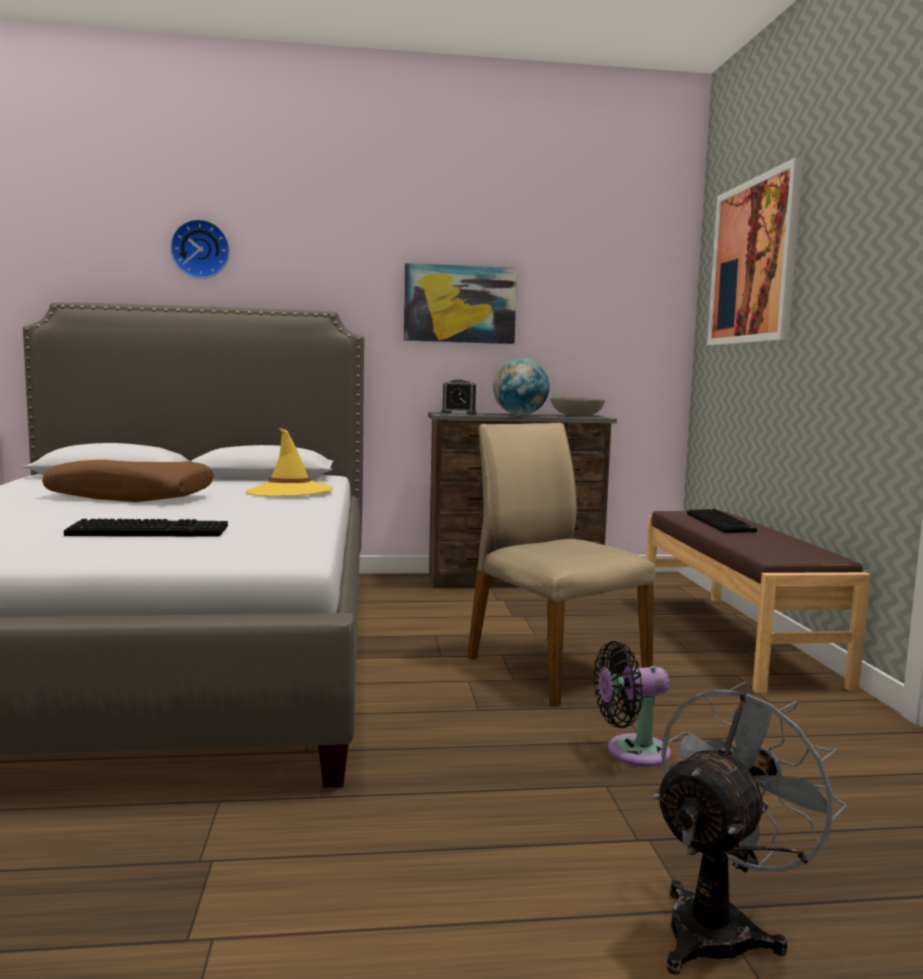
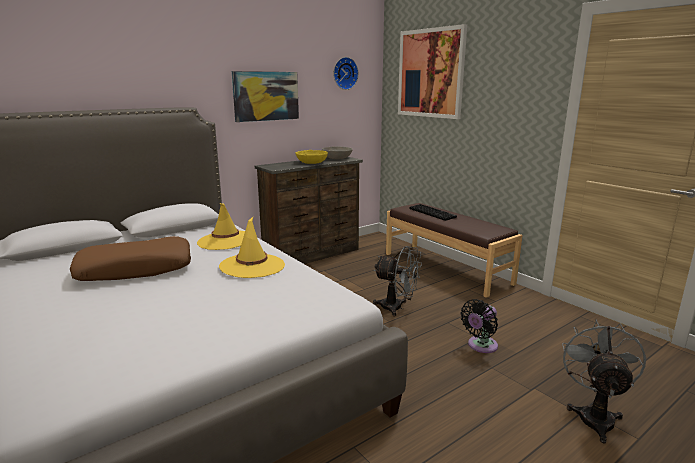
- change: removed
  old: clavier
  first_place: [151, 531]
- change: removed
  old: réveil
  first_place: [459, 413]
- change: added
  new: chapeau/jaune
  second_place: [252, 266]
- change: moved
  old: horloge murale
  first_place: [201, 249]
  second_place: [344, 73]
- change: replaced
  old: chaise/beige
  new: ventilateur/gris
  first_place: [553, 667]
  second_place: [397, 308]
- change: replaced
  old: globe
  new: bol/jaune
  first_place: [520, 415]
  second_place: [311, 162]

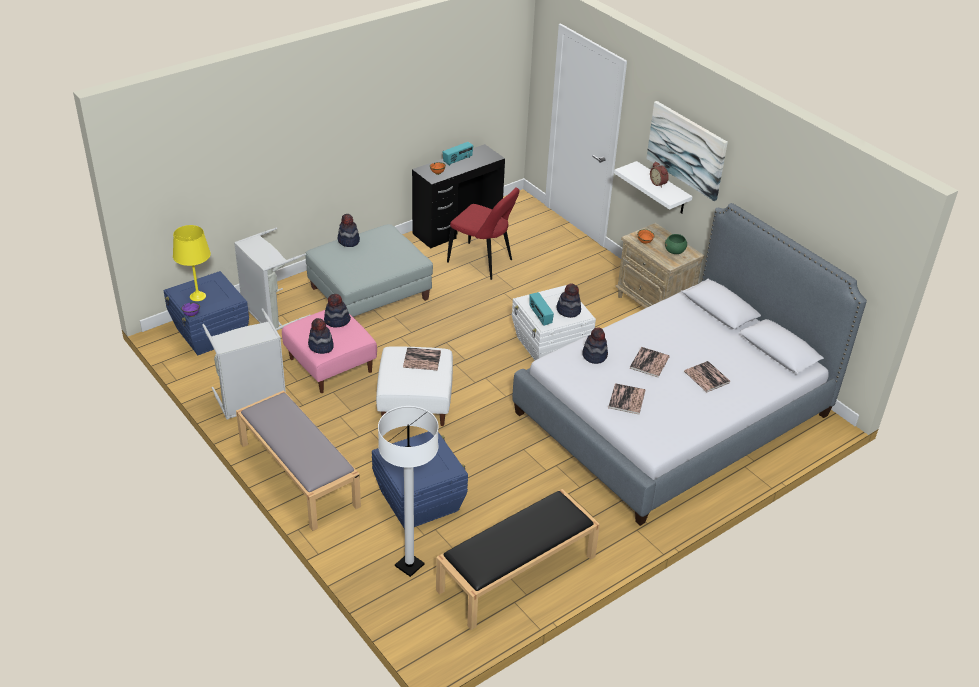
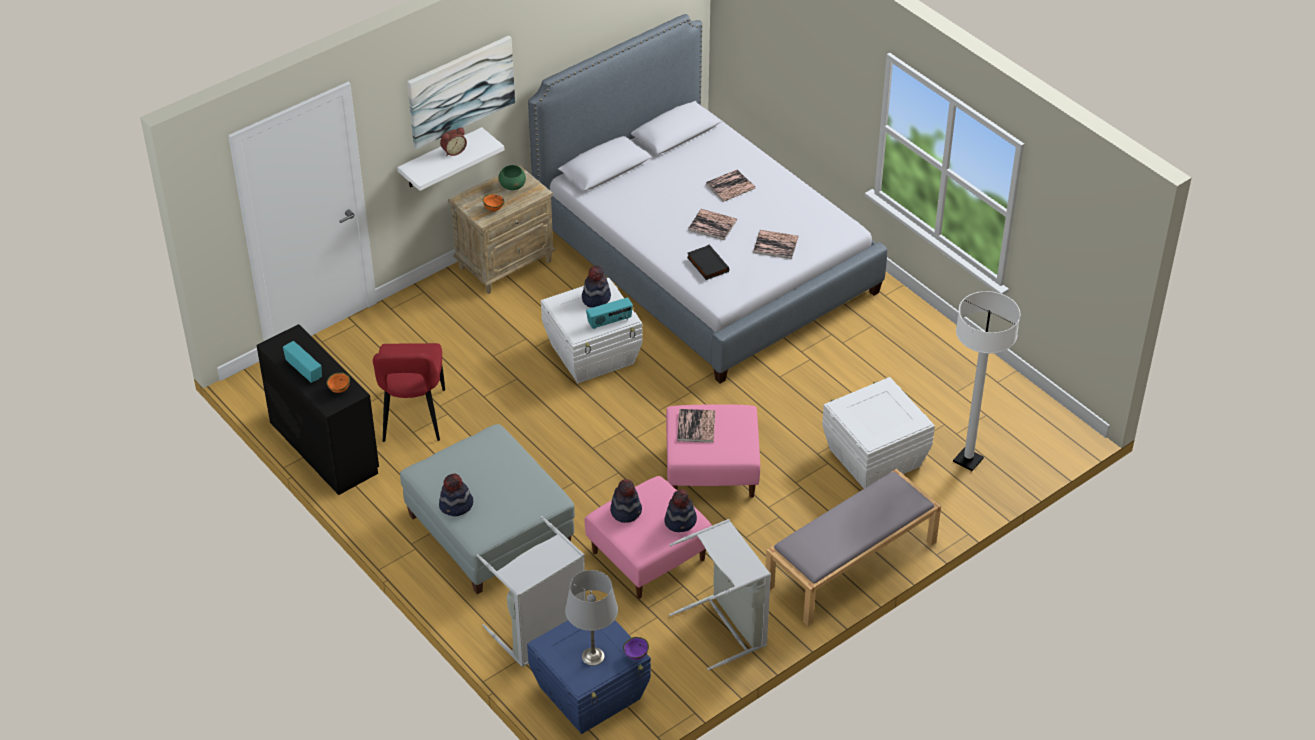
- change: removed
  old: banc/noir
  first_place: [516, 574]
- change: replaced
  old: chapeau
  new: livre/noir
  first_place: [594, 355]
  second_place: [706, 264]
- change: recoloured
  old: lampe de table/jaune
  new: lampe de table/gris
  first_place: [198, 296]
  second_place: [592, 656]
- change: recoloured
  old: boîte de rangement/bleu
  new: boîte de rangement/blanc
  first_place: [419, 500]
  second_place: [873, 457]
- change: recoloured
  old: pouf/blanc
  new: pouf/rose
  first_place: [414, 402]
  second_place: [711, 471]
- change: turned
  old: chaise/rouge
  first_place: [482, 262]
  second_place: [413, 418]
  degrees: 150

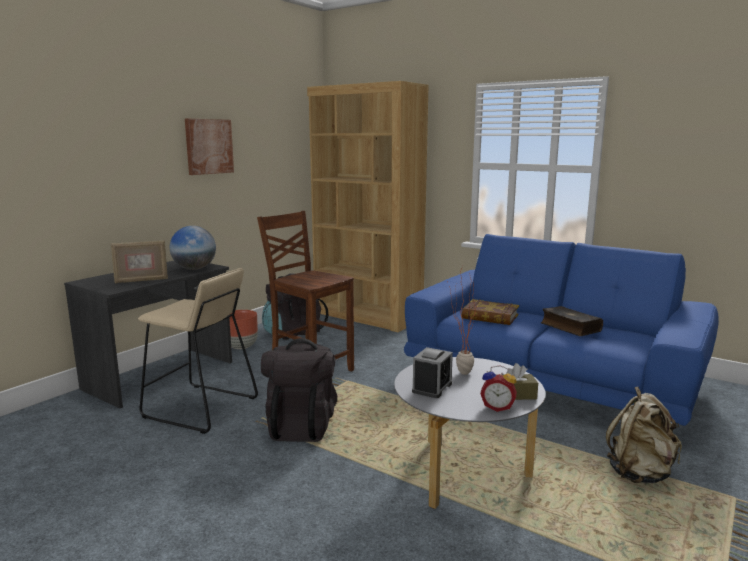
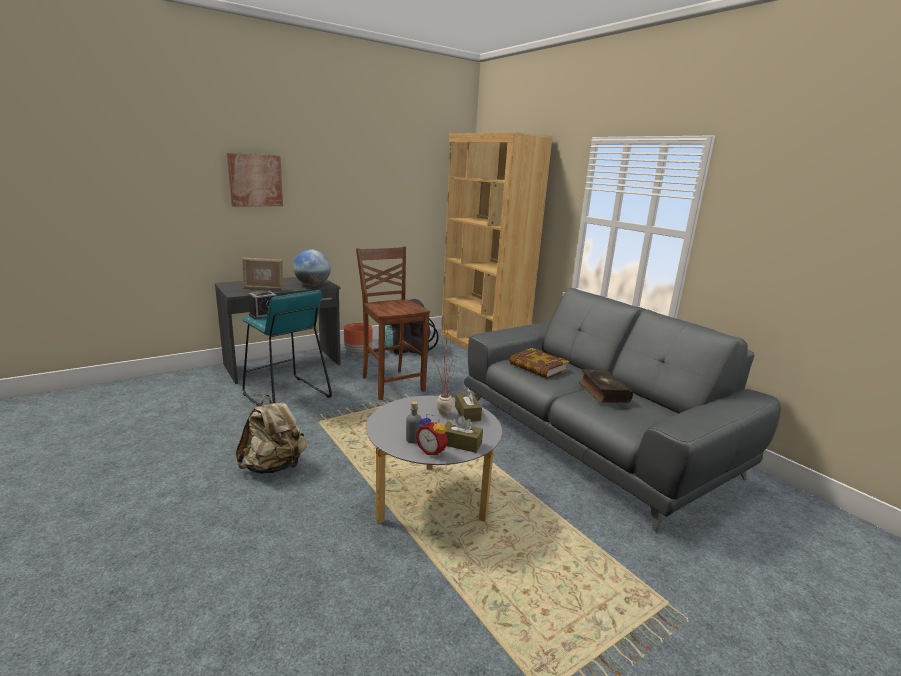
- change: removed
  old: sac à dos/noir
  first_place: [301, 425]
- change: added
  new: bouteille/gris
  second_place: [413, 439]
- change: added
  new: boîte à mouchoirs/marron
  second_place: [467, 413]
- change: moved
  old: tableau
  first_place: [209, 146]
  second_place: [255, 180]
- change: moved
  old: réveil
  first_place: [432, 387]
  second_place: [264, 315]
- change: moved
  old: sac à dos/beige
  first_place: [640, 473]
  second_place: [274, 466]
- change: recoloured
  old: tabouret/beige
  new: tabouret/turquoise
  first_place: [200, 408]
  second_place: [286, 396]
- change: recoloured
  old: canapé/bleu
  new: canapé/gris
  first_place: [551, 380]
  second_place: [593, 439]

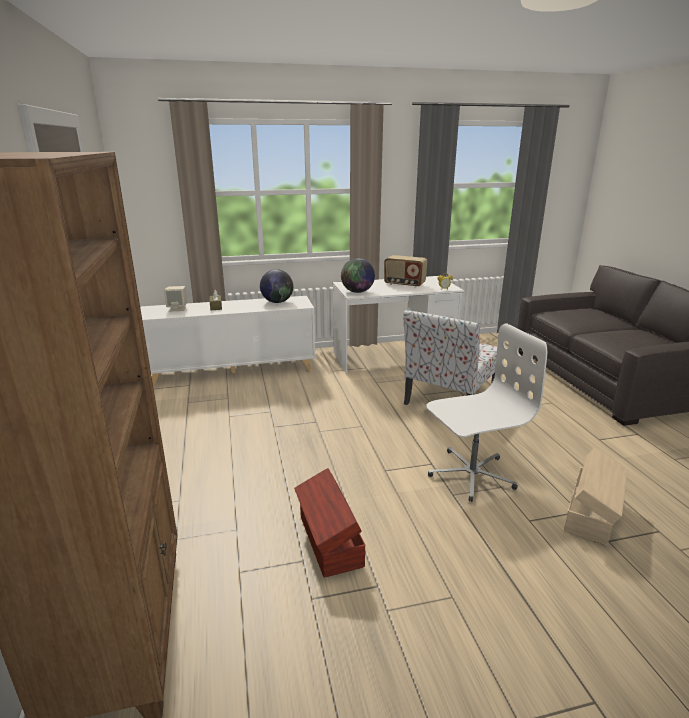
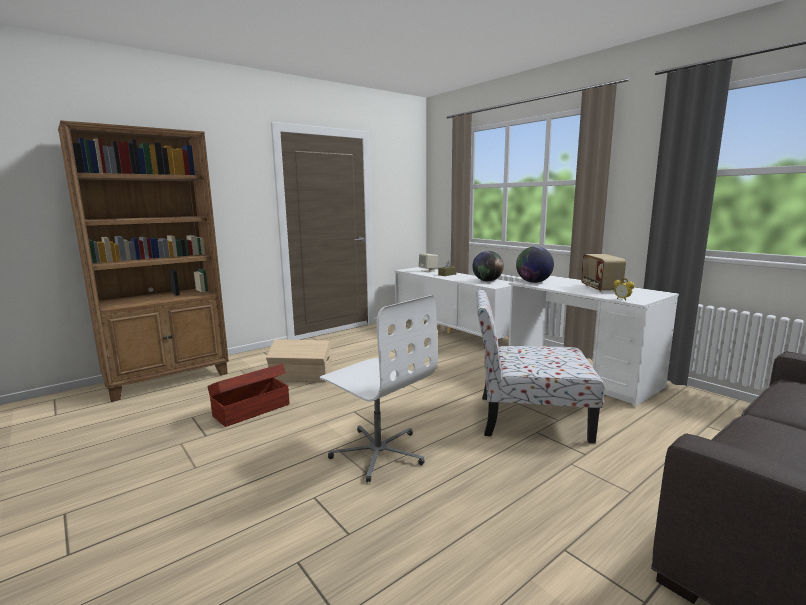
- change: moved
  old: boîte de rangement/beige
  first_place: [592, 514]
  second_place: [301, 377]

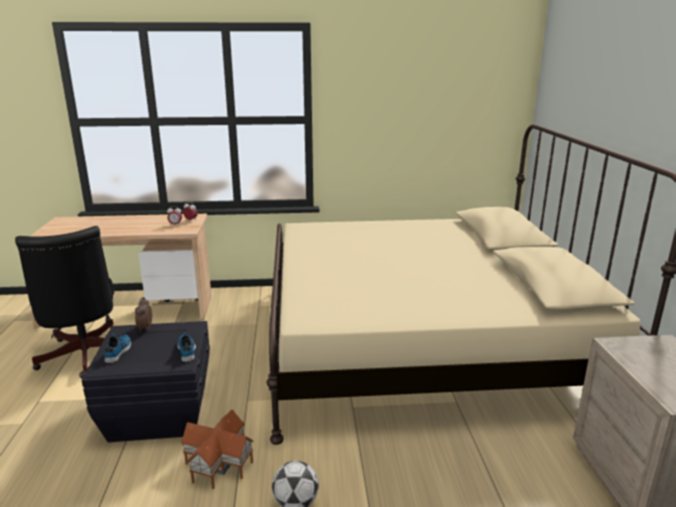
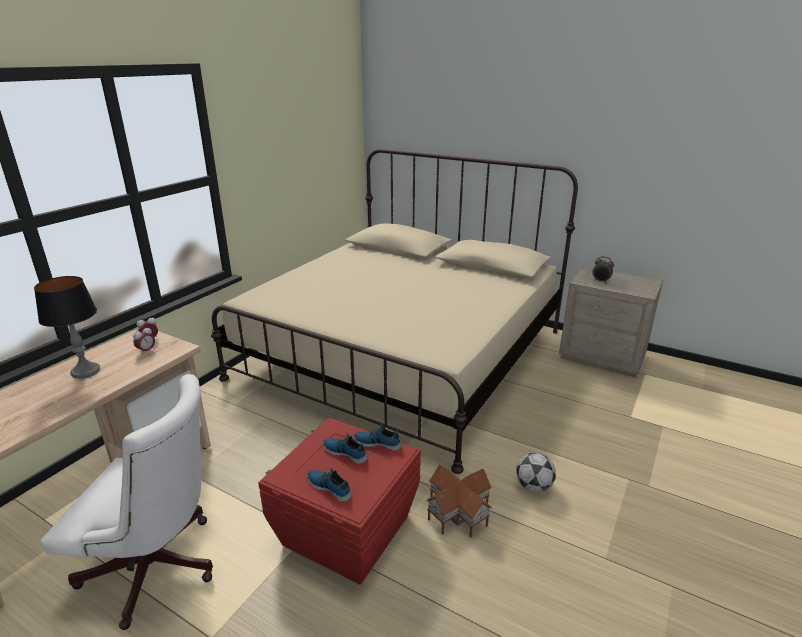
- change: added
  new: lampe de table
  second_place: [85, 371]
- change: added
  new: chaussure
  second_place: [345, 452]
- change: moved
  old: réveil
  first_place: [145, 328]
  second_place: [600, 281]
- change: recoloured
  old: chaise de bureau/noir
  new: chaise de bureau/blanc
  first_place: [84, 357]
  second_place: [159, 569]
- change: recoloured
  old: boîte de rangement/noir
  new: boîte de rangement/rouge
  first_place: [158, 411]
  second_place: [345, 531]

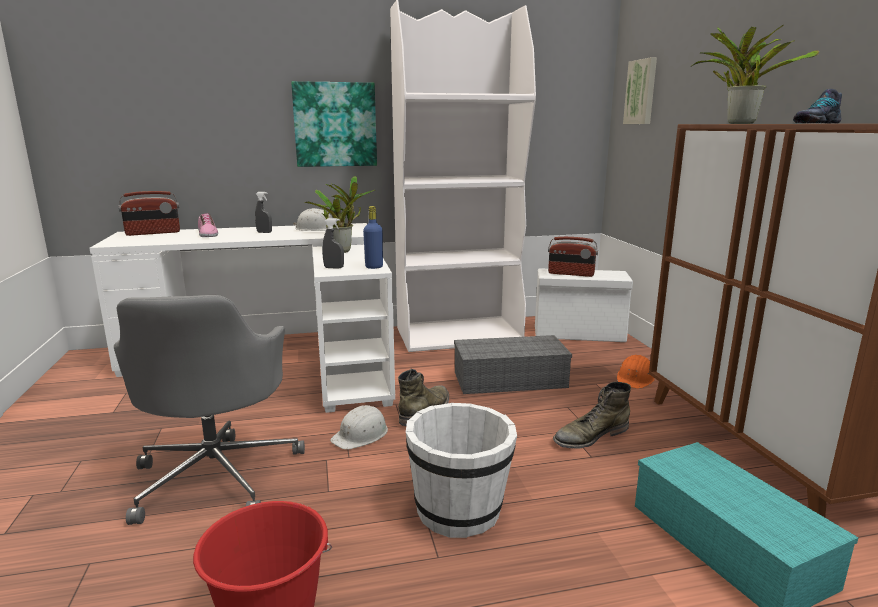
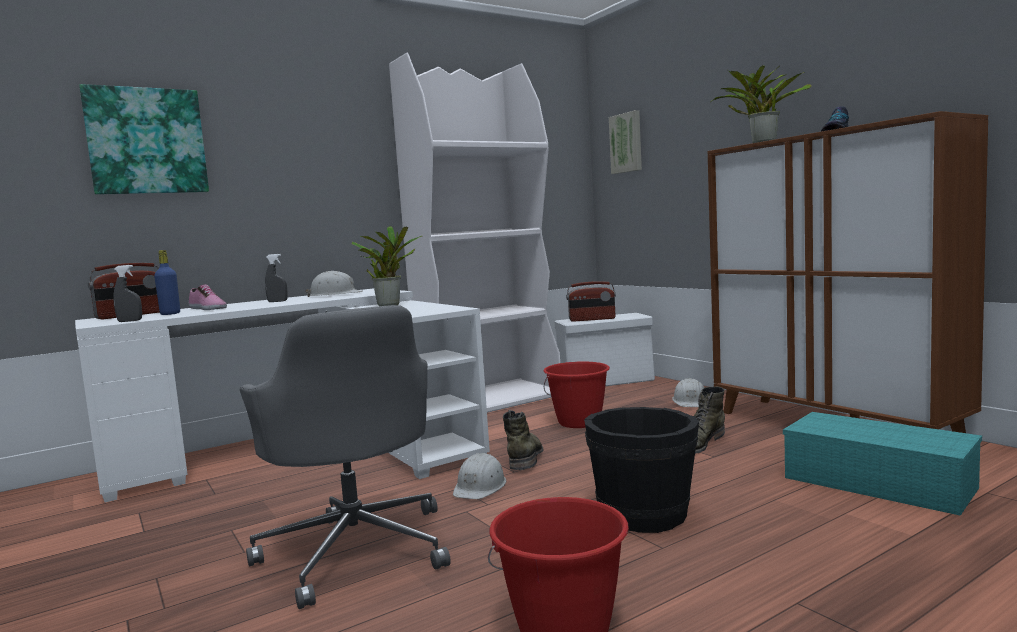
- change: moved
  old: tableau
  first_place: [335, 125]
  second_place: [146, 141]
- change: moved
  old: vaporisateur/gris
  first_place: [334, 268]
  second_place: [130, 321]
- change: moved
  old: bouteille/bleu
  first_place: [374, 267]
  second_place: [170, 314]
- change: replaced
  old: boîte de rangement/gris
  new: seau/rouge
  first_place: [508, 380]
  second_place: [579, 422]
- change: recoloured
  old: seau/blanc
  new: seau/noir
  first_place: [460, 510]
  second_place: [644, 514]
- change: recoloured
  old: casque de chantier/orange
  new: casque de chantier/blanc
  first_place: [635, 378]
  second_place: [690, 401]

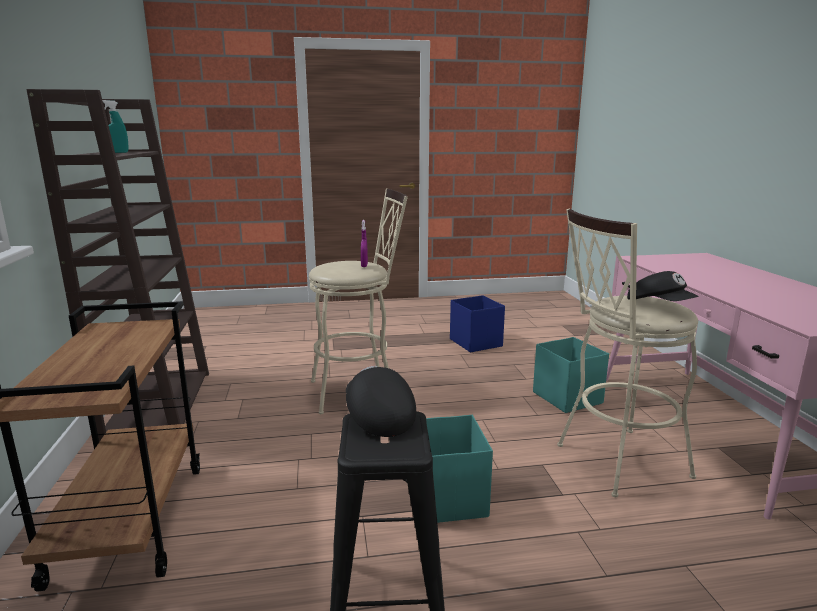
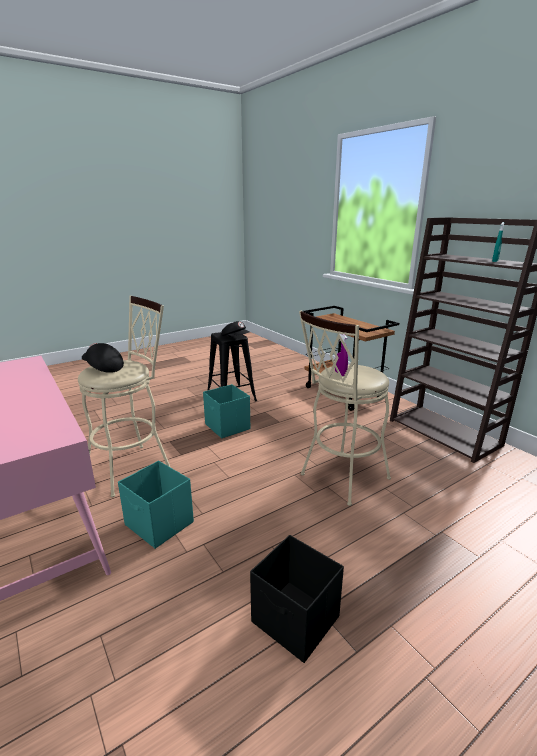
- change: recoloured
  old: boîte de rangement/bleu
  new: boîte de rangement/noir
  first_place: [475, 342]
  second_place: [296, 621]

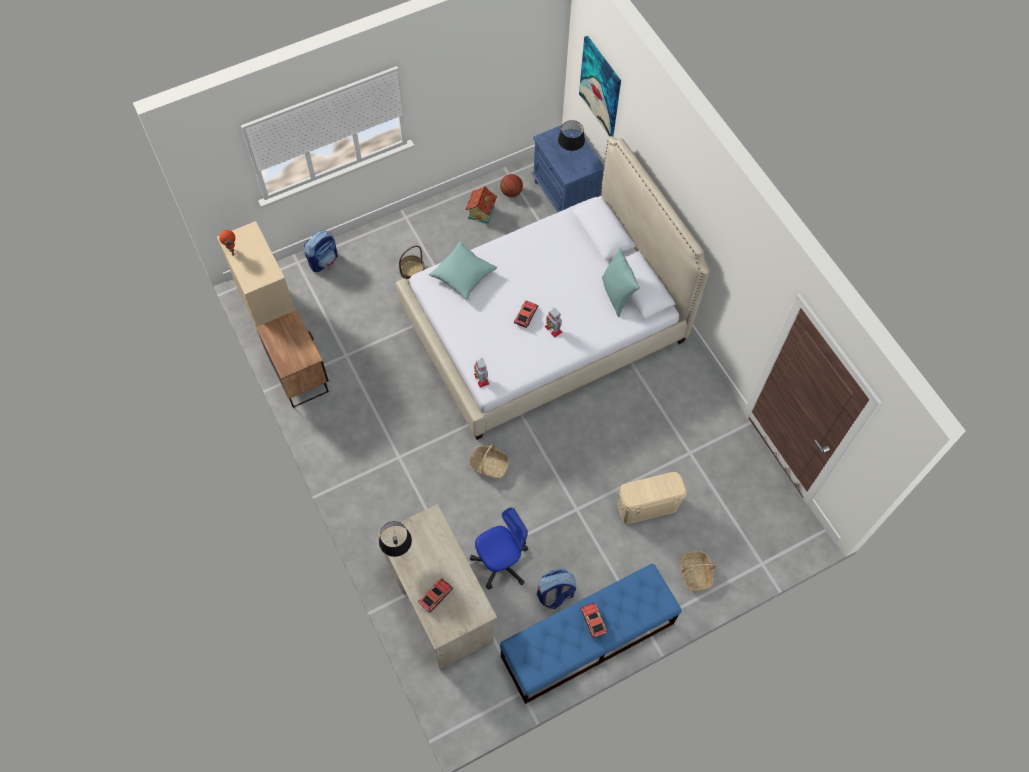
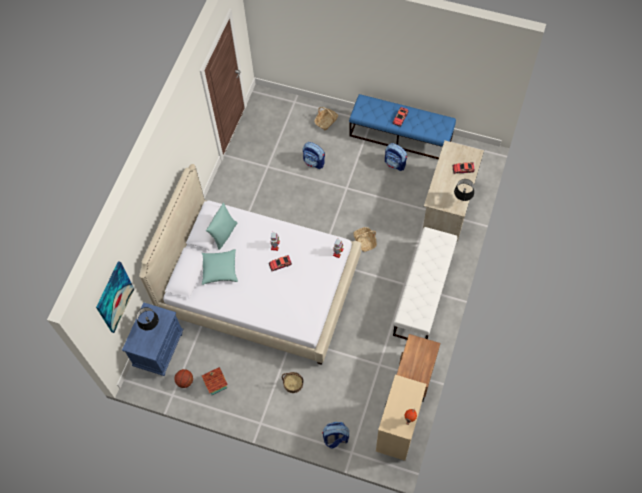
- change: removed
  old: chaise de bureau
  first_place: [500, 562]
- change: added
  new: banc/blanc
  second_place: [423, 292]
- change: moved
  old: coussin/turquoise
  first_place: [463, 275]
  second_place: [219, 269]
- change: replaced
  old: boîte de rangement/beige
  new: sac à dos
  first_place: [647, 506]
  second_place: [314, 162]

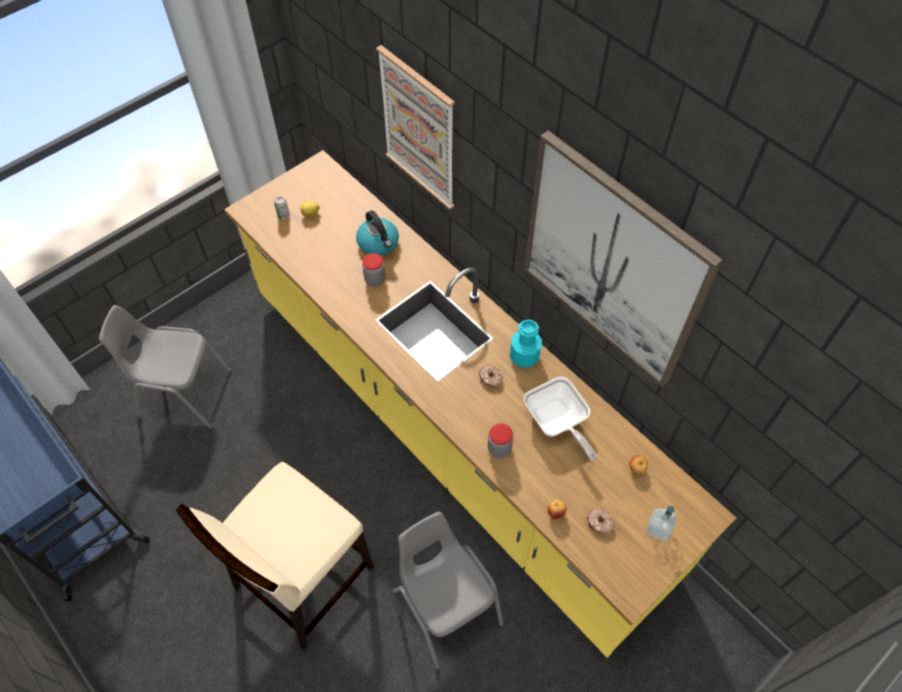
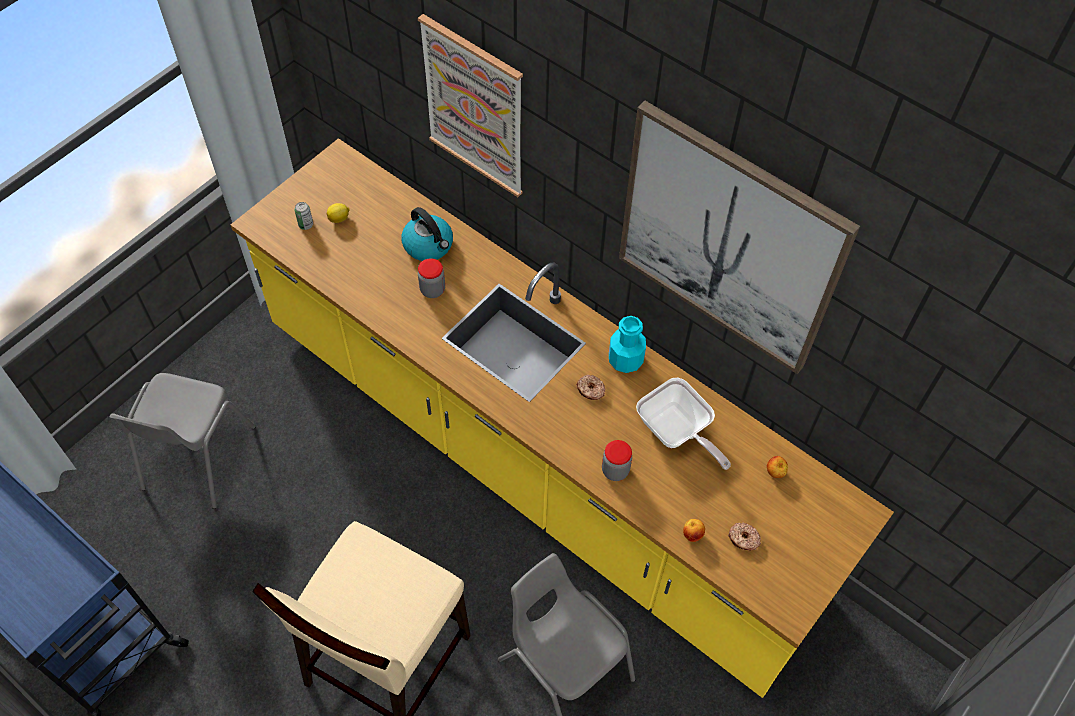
- change: removed
  old: distributeur de savon
  first_place: [658, 529]
- change: turned
  old: chaise/gris
  first_place: [184, 393]
  second_place: [196, 458]
  degrees: -75

